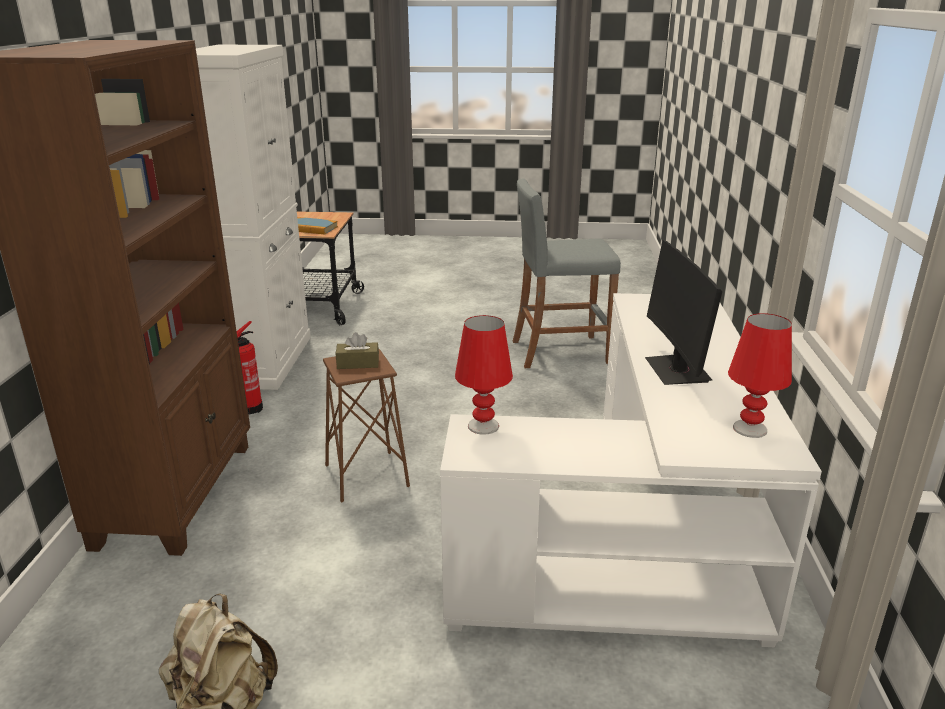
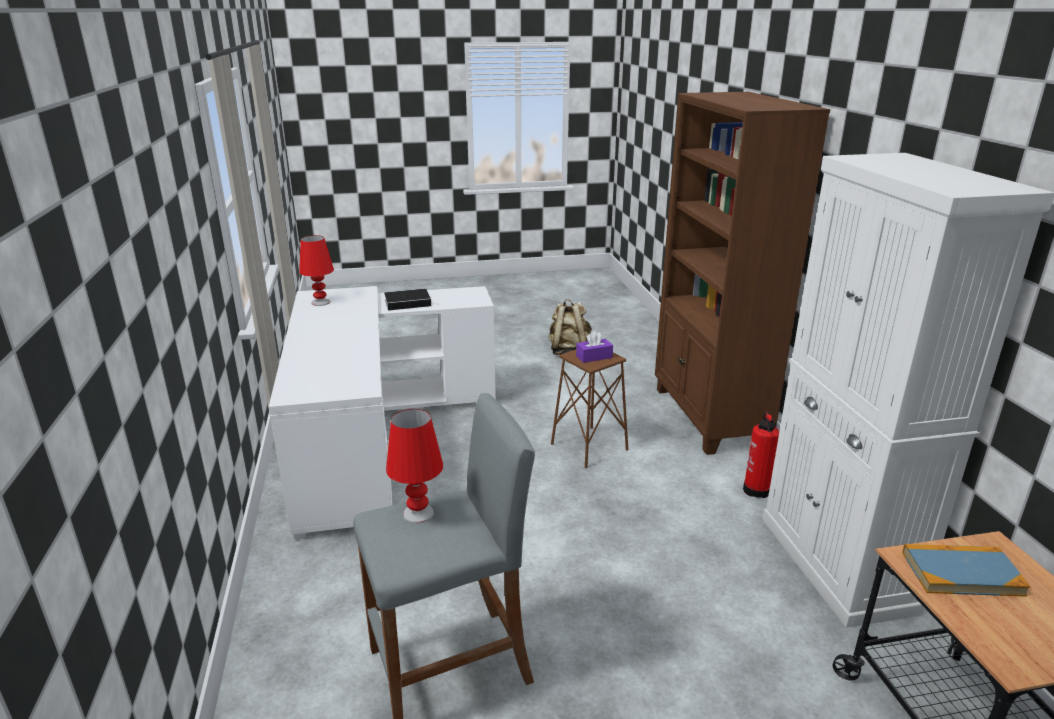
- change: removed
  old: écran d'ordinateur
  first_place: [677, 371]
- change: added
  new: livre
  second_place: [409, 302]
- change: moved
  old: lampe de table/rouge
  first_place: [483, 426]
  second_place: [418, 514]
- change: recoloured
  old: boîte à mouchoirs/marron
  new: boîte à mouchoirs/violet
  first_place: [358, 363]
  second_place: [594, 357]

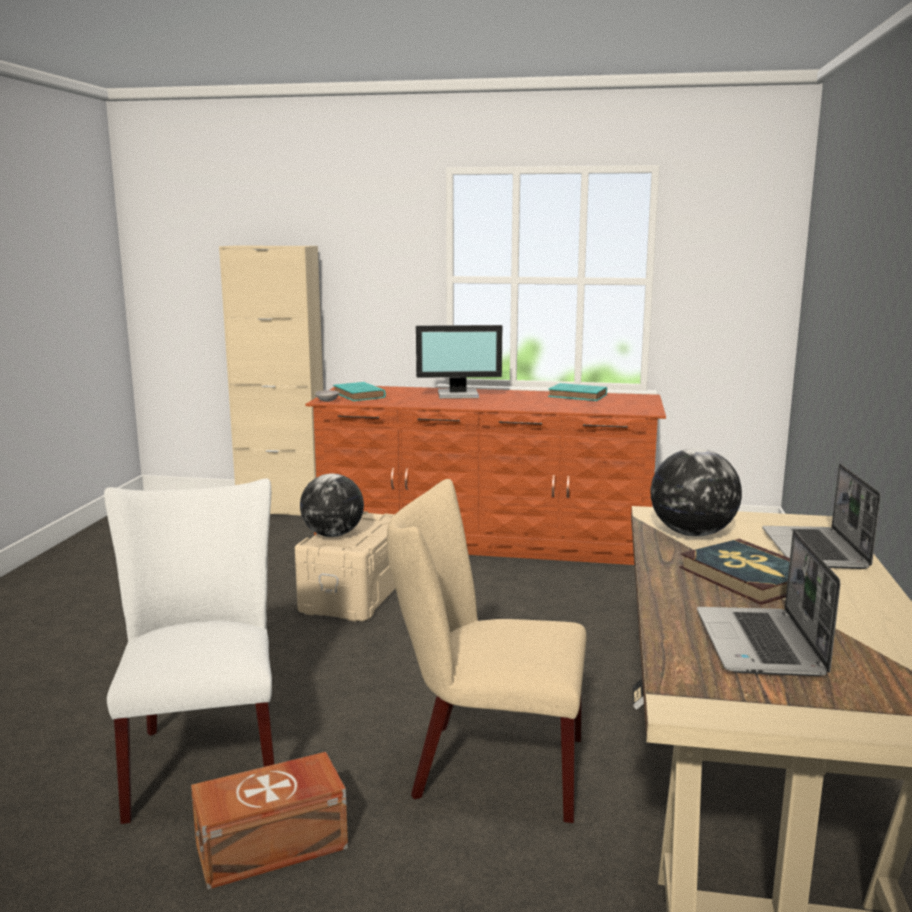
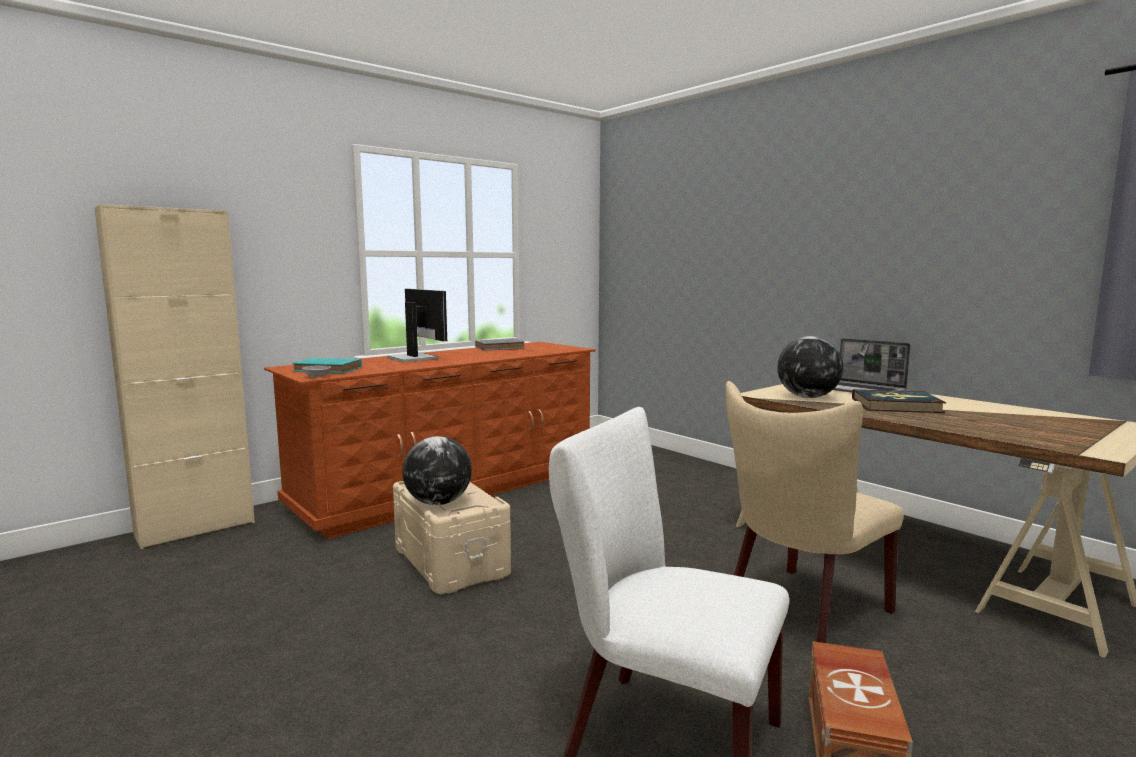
- change: removed
  old: ordinateur portable
  first_place: [761, 644]
- change: recoloured
  old: livre/turquoise
  new: livre/gris
  first_place: [579, 396]
  second_place: [501, 348]
- change: turned
  old: écran d'ordinateur
  first_place: [458, 395]
  second_place: [414, 358]
  degrees: -75

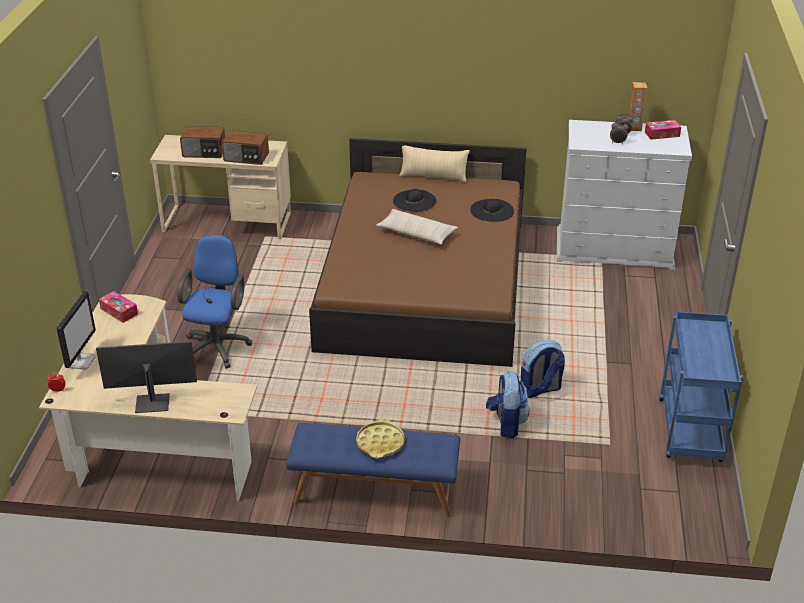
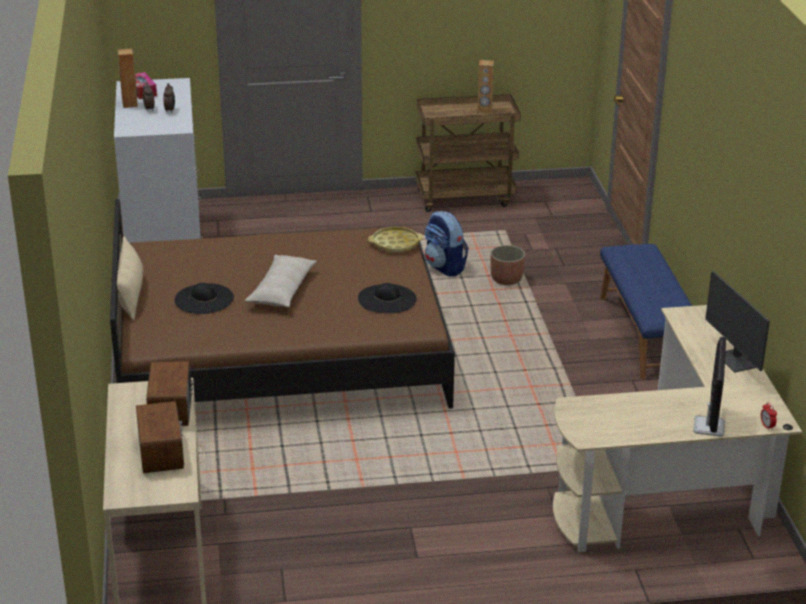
- change: removed
  old: boîte à mouchoirs
  first_place: [119, 311]
- change: removed
  old: chaise de bureau/bleu
  first_place: [218, 345]
- change: added
  new: enceinte/marron
  second_place: [484, 111]
- change: moved
  old: plateau/jaune
  first_place: [380, 443]
  second_place: [395, 244]
- change: moved
  old: chapeau/noir
  first_place: [492, 210]
  second_place: [387, 299]
- change: replaced
  old: sac à dos
  new: cache-pot
  first_place: [506, 424]
  second_place: [506, 279]
- change: recoloured
  old: chariot/bleu
  new: chariot/marron
  first_place: [691, 432]
  second_place: [465, 197]
- change: turned
  old: écran d'ordinateur
  first_place: [80, 361]
  second_place: [708, 426]
  degrees: 105

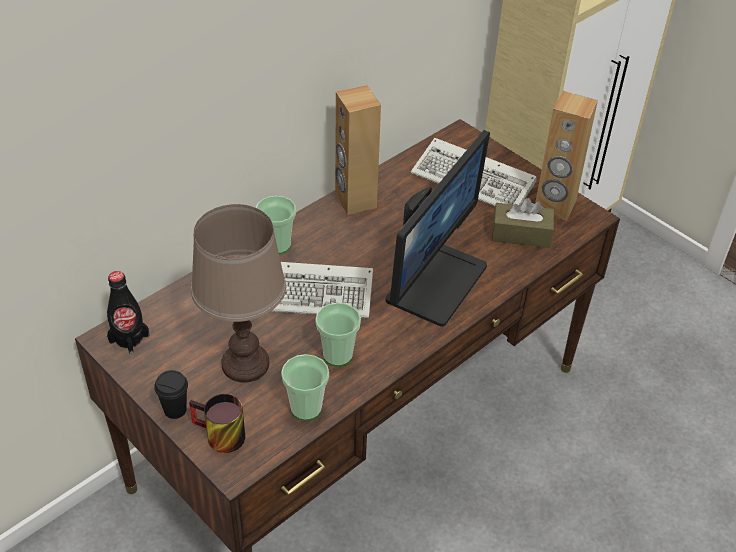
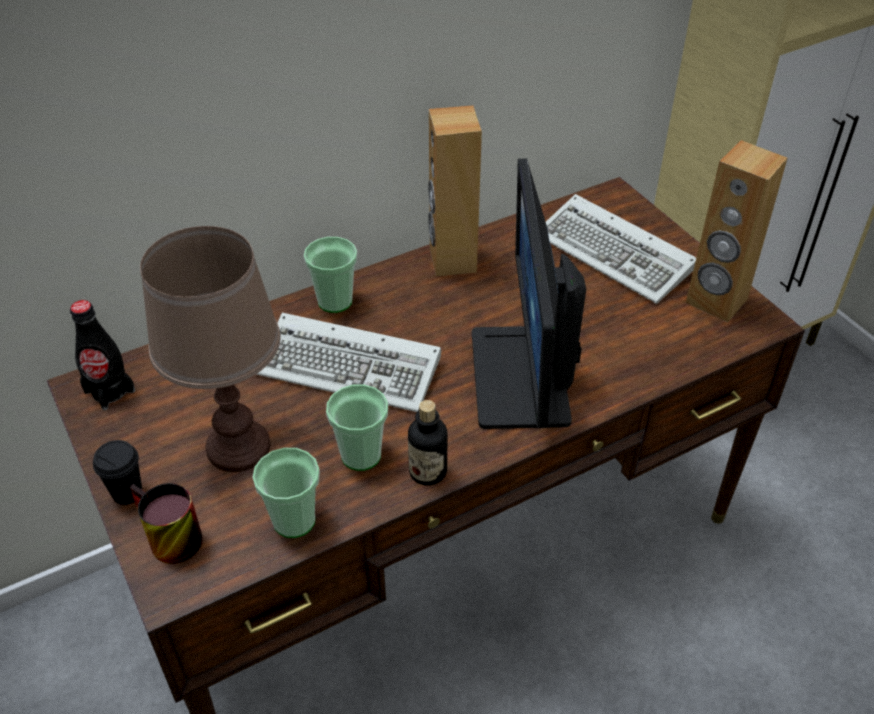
- change: removed
  old: boîte à mouchoirs/marron
  first_place: [521, 234]
- change: added
  new: bouteille
  second_place: [428, 472]
- change: turned
  old: écran d'ordinateur
  first_place: [435, 281]
  second_place: [523, 377]
  degrees: 135

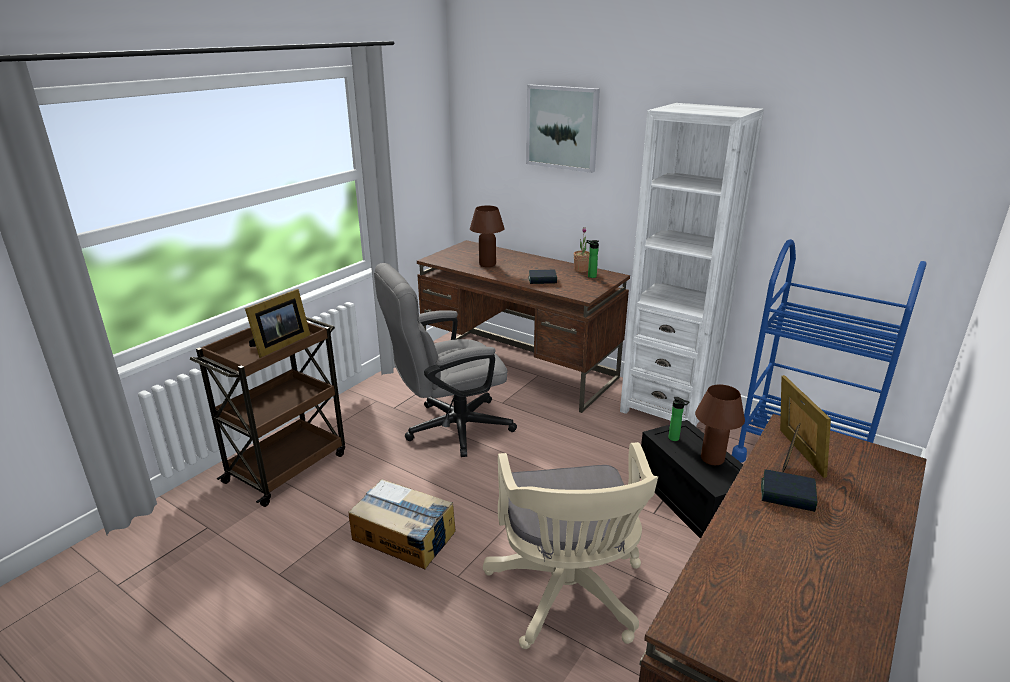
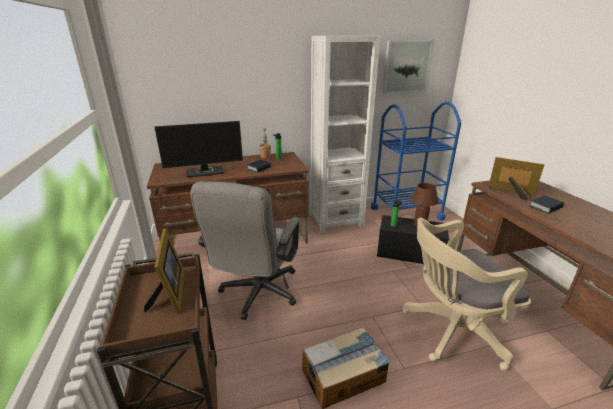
- change: moved
  old: tableau
  first_place: [562, 127]
  second_place: [406, 67]
- change: replaced
  old: lampe de table/marron
  new: écran d'ordinateur
  first_place: [487, 264]
  second_place: [205, 171]
- change: turned
  old: chaise de bureau/beige
  first_place: [568, 596]
  second_place: [451, 330]
  degrees: 135

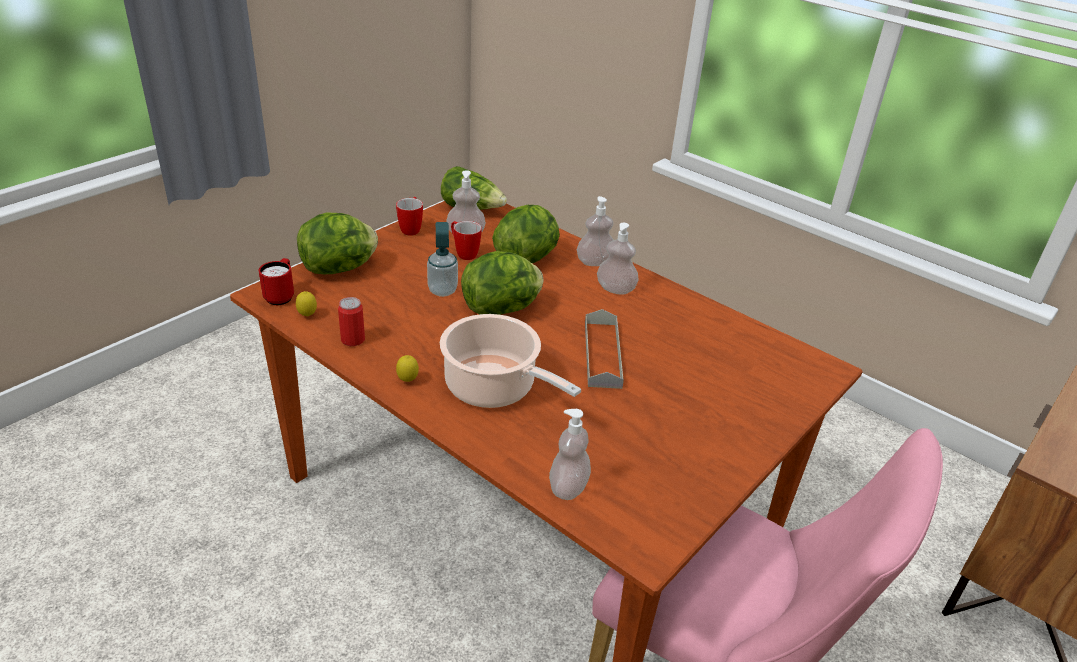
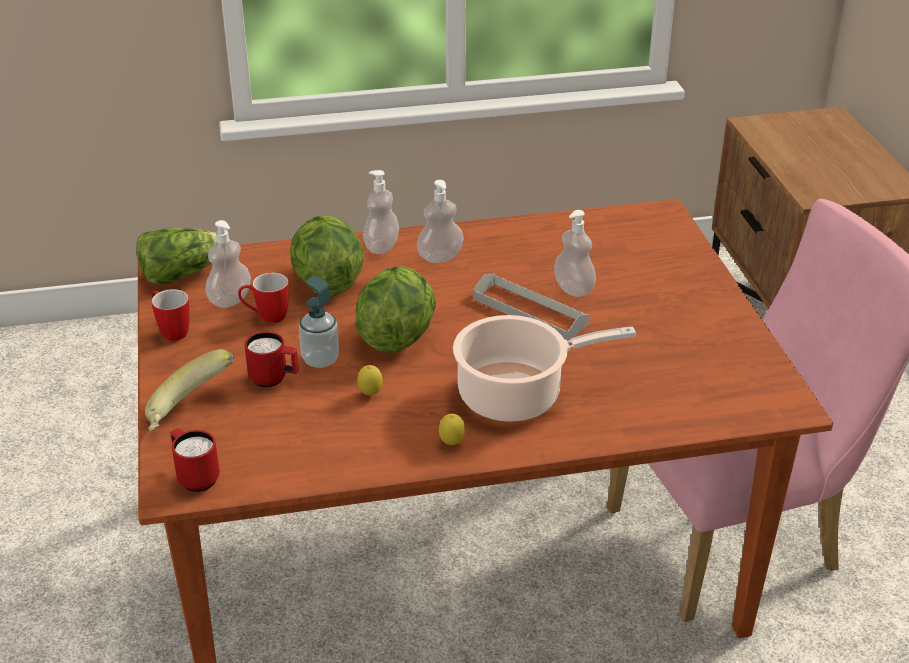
- change: removed
  old: boîte métallique
  first_place: [353, 340]
- change: added
  new: mug/rouge
  second_place: [274, 379]
- change: moved
  old: citron
  first_place: [307, 316]
  second_place: [370, 394]
- change: moved
  old: distributeur de savon
  first_place: [568, 487]
  second_place: [573, 289]
- change: replaced
  old: laitue
  new: banane
  first_place: [340, 269]
  second_place: [190, 413]

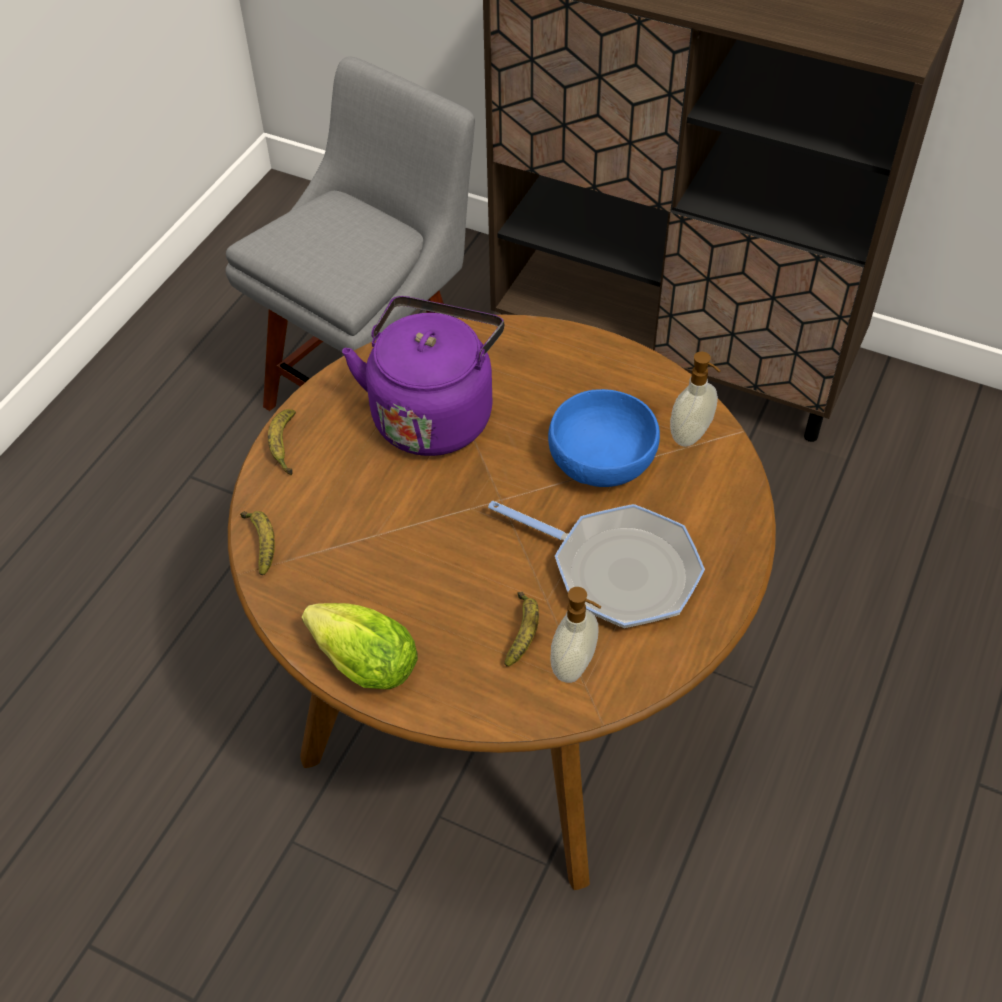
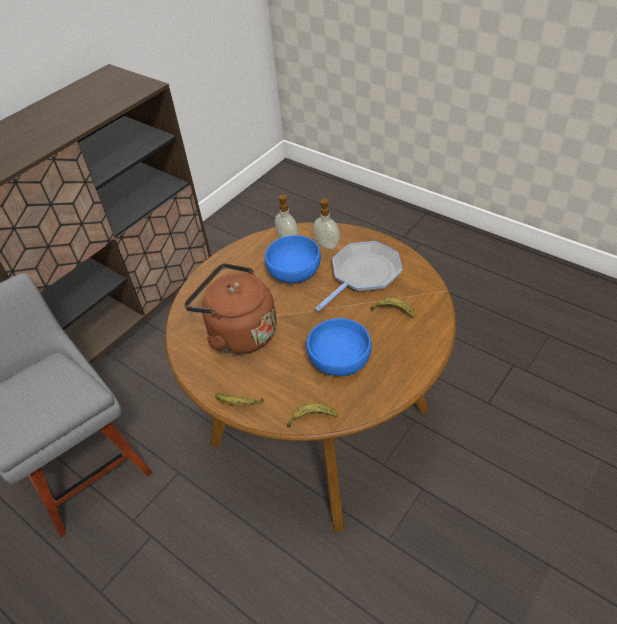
- change: removed
  old: laitue
  first_place: [359, 661]
- change: added
  new: bol/bleu
  second_place: [340, 360]
- change: moved
  old: distributeur de savon
  first_place: [575, 666]
  second_place: [327, 244]
- change: recoloured
  old: bouilloire/violet
  new: bouilloire/marron
  first_place: [433, 413]
  second_place: [238, 332]

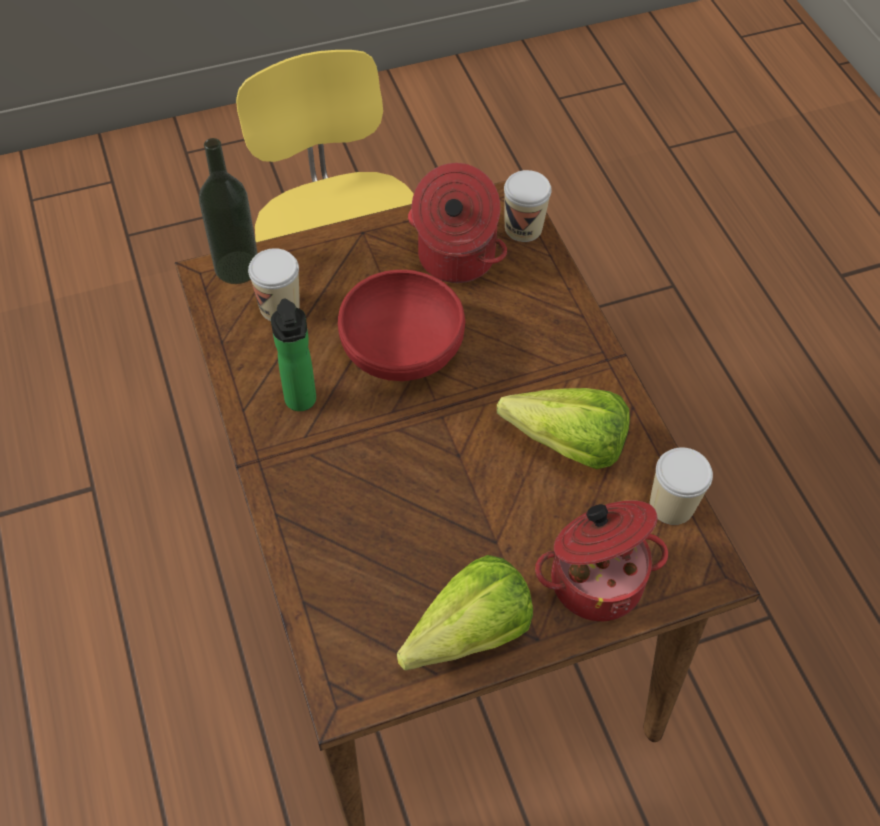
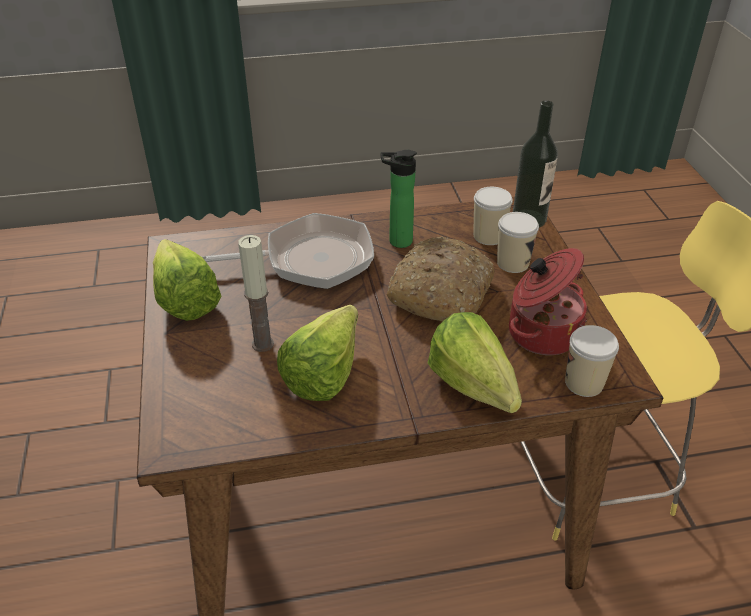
- change: removed
  old: marmite
  first_place: [595, 578]
- change: added
  new: poêle
  second_place: [310, 259]
- change: added
  new: bougie
  second_place: [262, 344]
- change: added
  new: laitue
  second_place: [476, 393]
- change: moved
  old: tasse
  first_place: [671, 505]
  second_place: [513, 263]
- change: replaced
  old: bol/rouge
  new: pain
  first_place: [401, 349]
  second_place: [440, 292]

